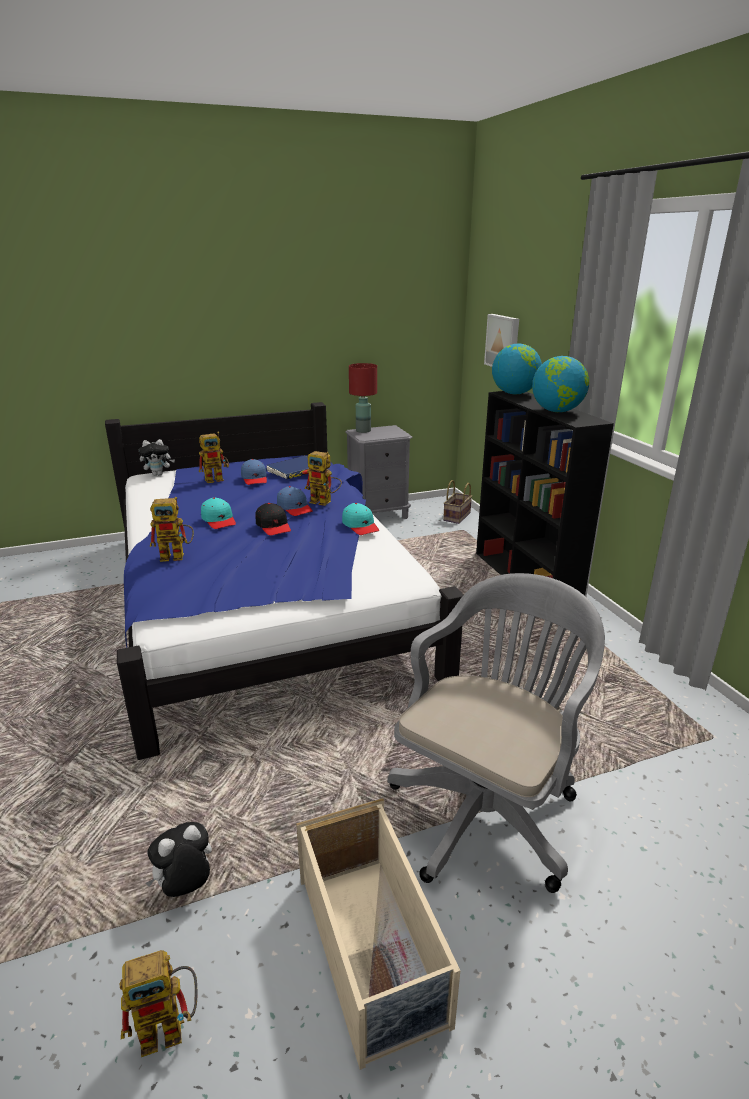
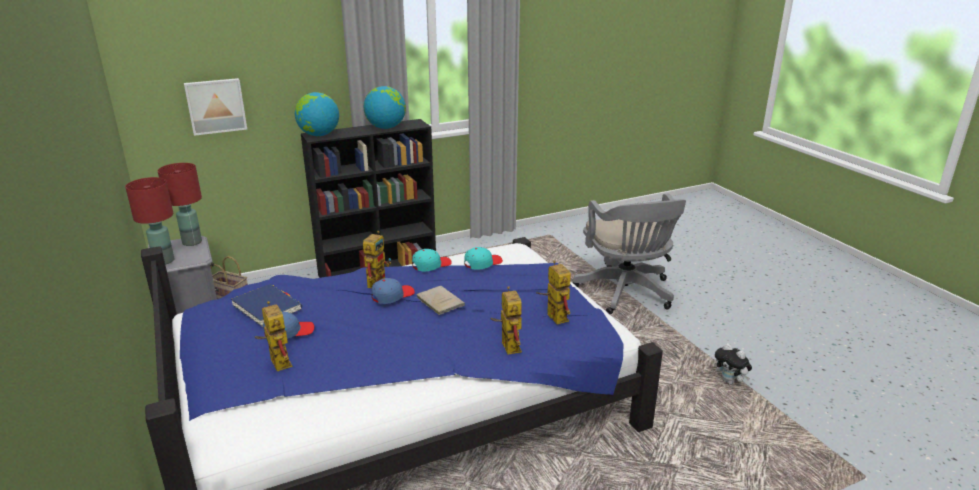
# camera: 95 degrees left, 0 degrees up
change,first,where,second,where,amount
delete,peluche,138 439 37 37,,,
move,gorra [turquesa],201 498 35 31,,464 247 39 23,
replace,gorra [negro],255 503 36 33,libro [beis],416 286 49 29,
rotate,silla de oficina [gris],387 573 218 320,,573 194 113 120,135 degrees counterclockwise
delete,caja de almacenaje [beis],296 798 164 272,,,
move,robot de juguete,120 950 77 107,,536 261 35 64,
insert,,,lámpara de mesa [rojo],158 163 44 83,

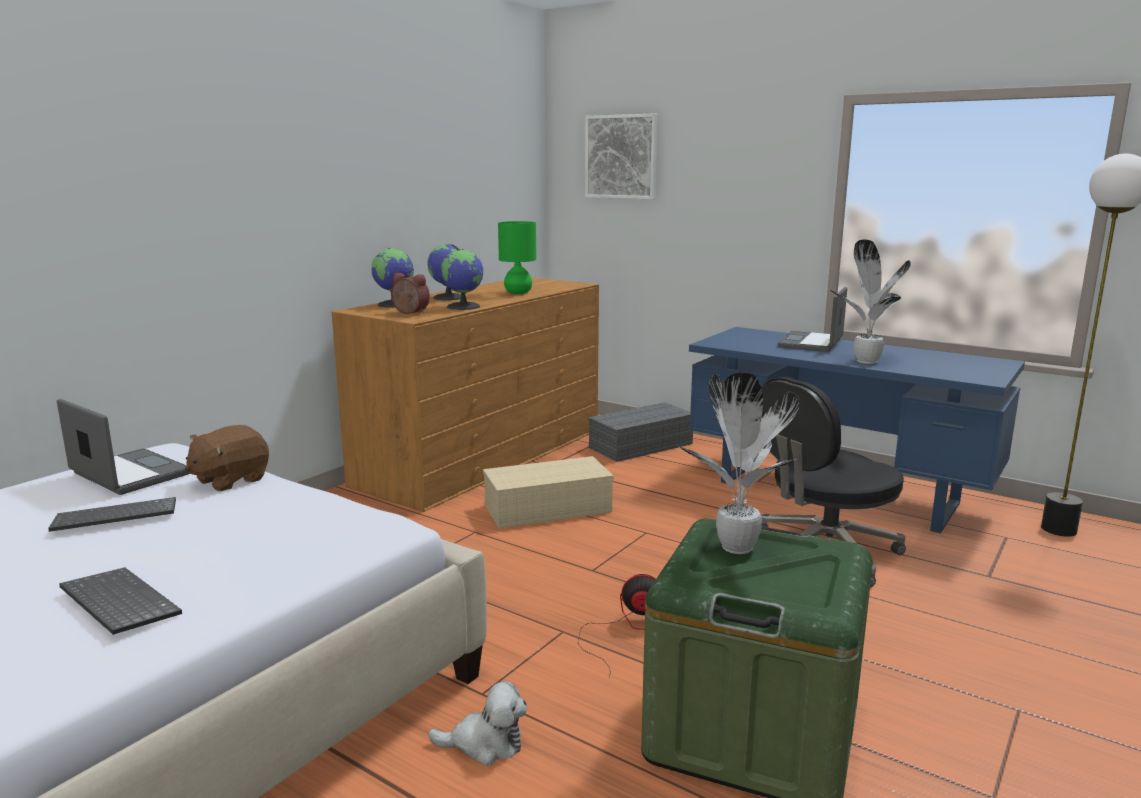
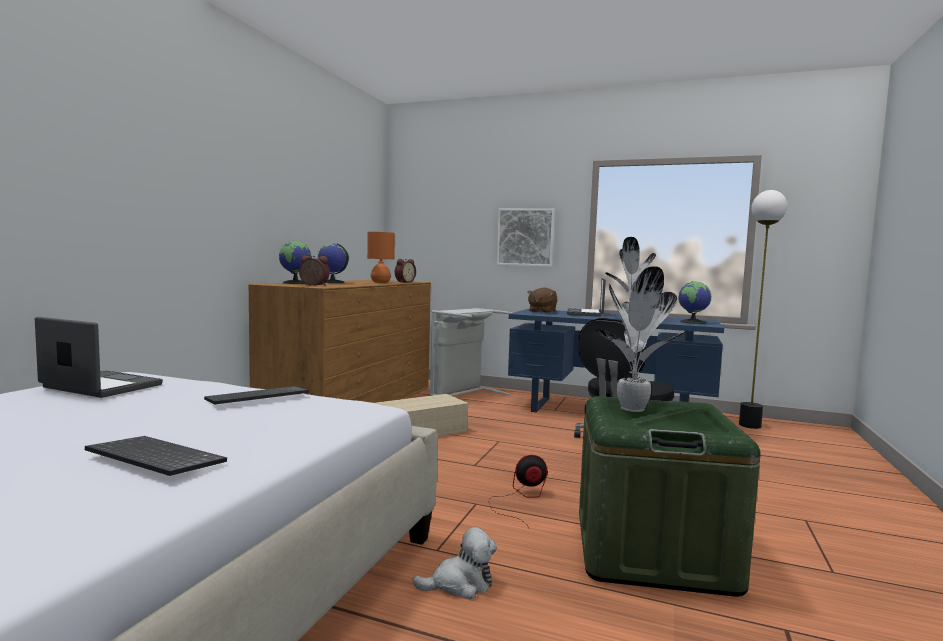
# camera: 15 degrees left, 10 degrees down
change,first,where,second,where,amount
move,cuadro,585 113 73 86,,497 208 58 59,
recolor,lámpara de mesa [verde],498 221 38 73,lámpara de mesa [naranja],367 232 28 51,
move,globo terráqueo,441 249 42 61,,678 281 34 43,
replace,caja de almacenaje [gris],588 402 105 60,cesto de la ropa [gris],430 308 83 97,
move,peluche [marrón],185 425 84 67,,527 287 31 26,
move,teclado,48 497 128 35,,204 386 105 18,
insert,,,despertador,395 259 21 24,

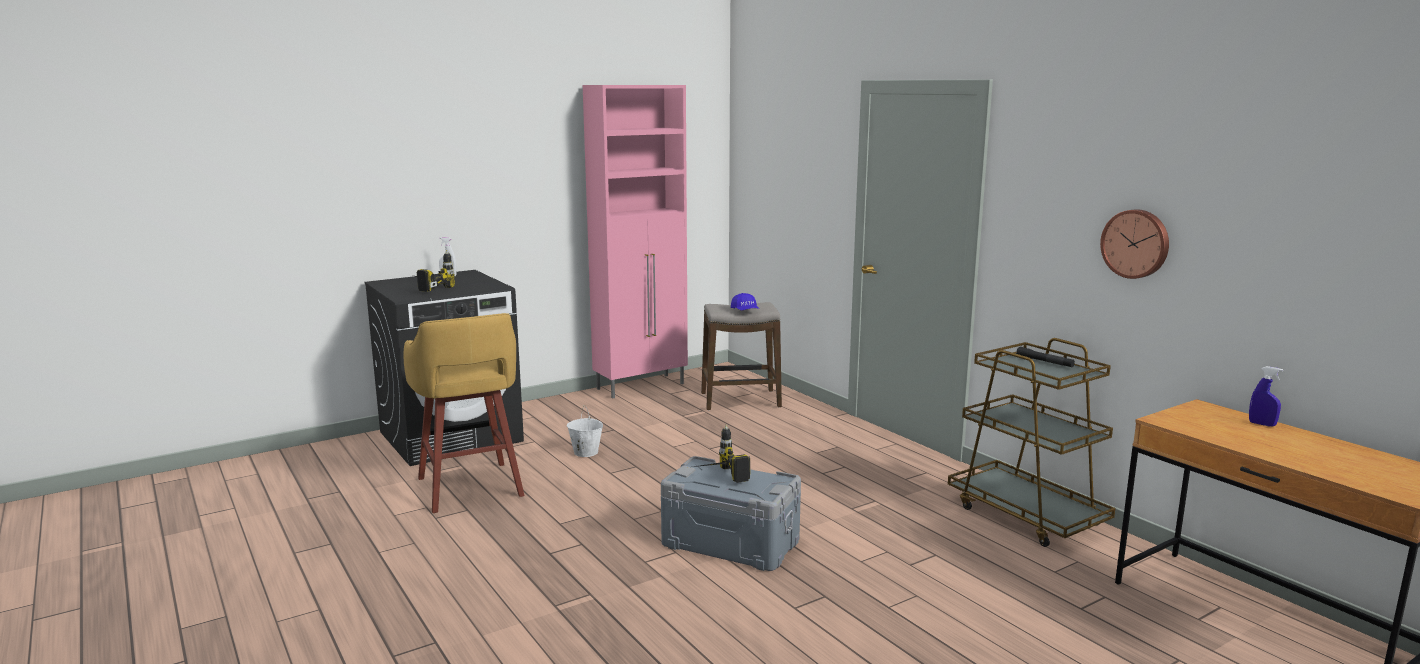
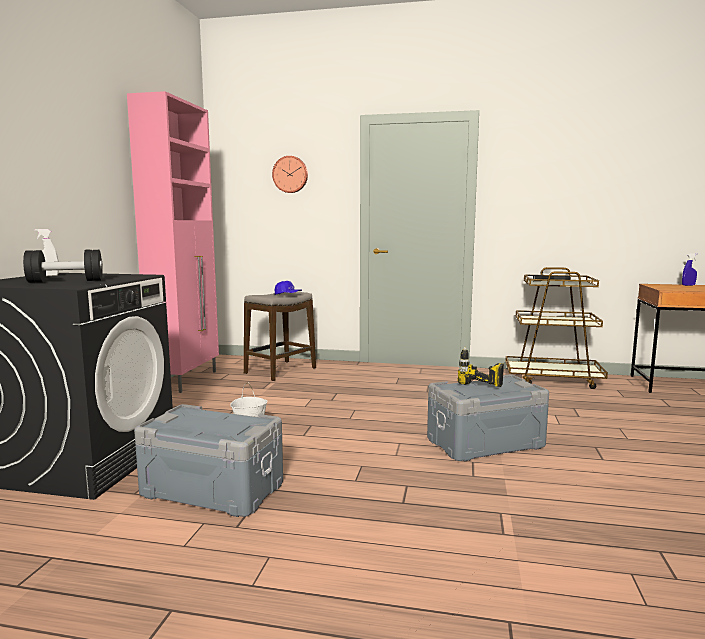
# camera: 45 degrees left, 5 degrees down
change,first,where,second,where,amount
move,reloj de pared,1100 209 69 70,,272 156 36 37,
replace,taladro,417 250 38 42,mancuerna [negro],23 250 80 33,
replace,taburete [amarillo],403 313 121 200,caja de almacenaje [gris],134 404 149 113,

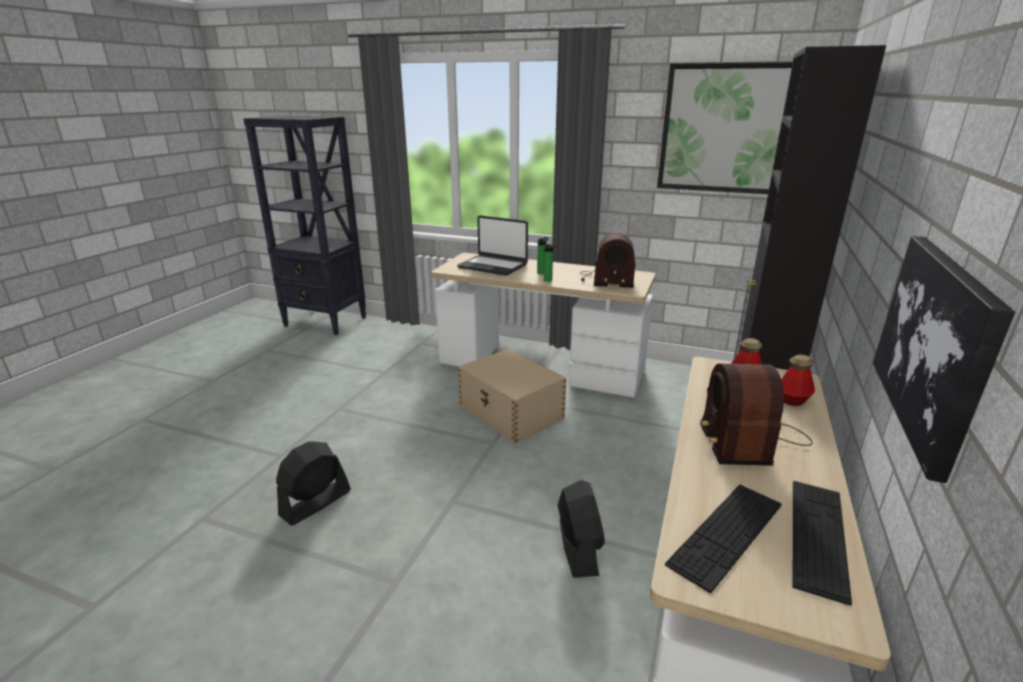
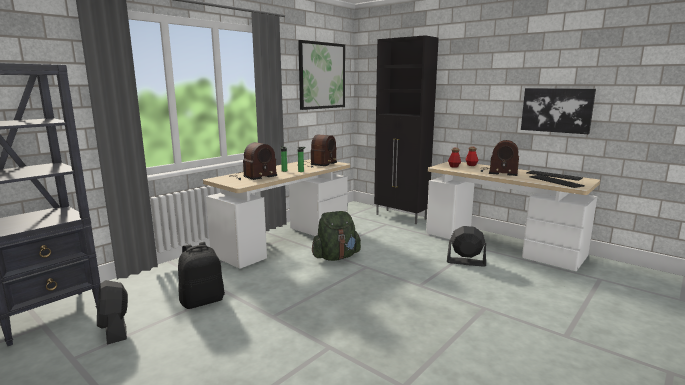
# camera: 70 degrees left, 10 degrees down
change,first,where,second,where,amount
replace,portátil,457 215 71 61,radio,229 142 48 38,
replace,caja de almacenaje [beis],458 349 108 95,mochila [verde],312 211 49 50,
move,ventilador [negro],276 441 75 84,,97 280 31 64,
insert,,,mochila [negro],178 242 47 67,

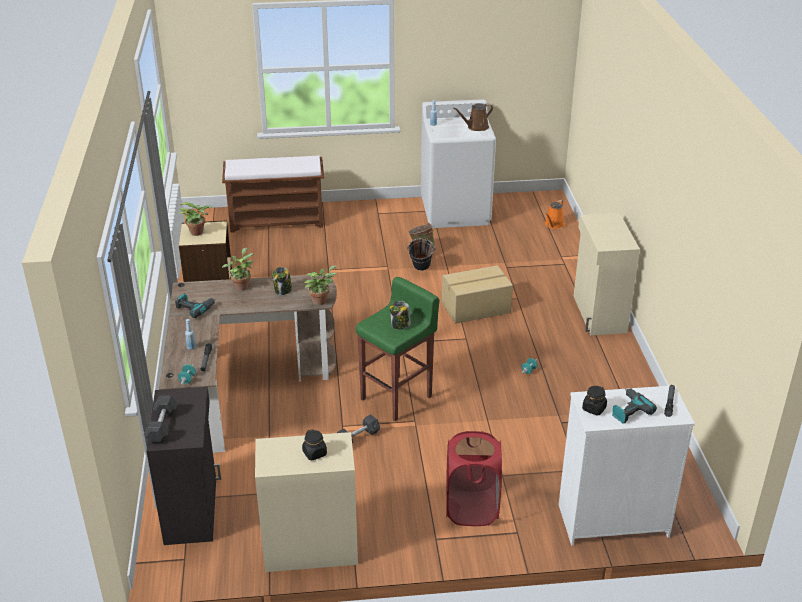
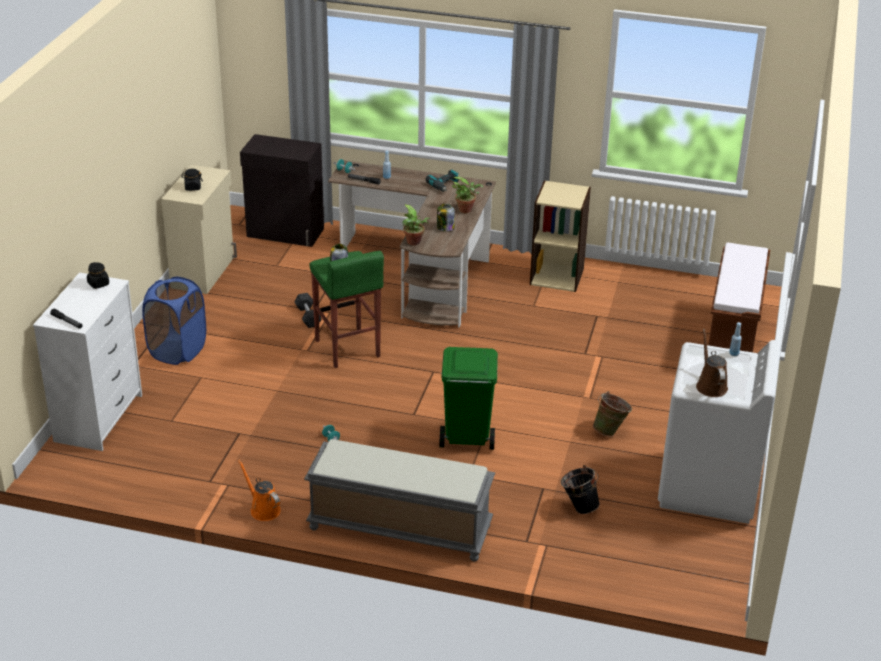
# camera: 110 degrees right, 0 degrees up
change,first,where,second,where,amount
move,regadera [naranja],545 200 20 29,,238 460 43 61,
delete,planta en maceta,180 202 32 34,,,
replace,armario [beis],574 213 66 122,banco [gris],304 439 191 123,
move,cubo [negro],407 238 28 33,,561 465 39 49,
replace,caja de cartón,442 265 71 59,papelera [verde],439 347 59 103,
delete,taladro,612 388 45 36,,,
delete,mancuerna [gris],144 395 34 48,,,
recolor,cesto de la ropa [rojo],446 431 56 95,cesto de la ropa [azul],142 277 64 88,

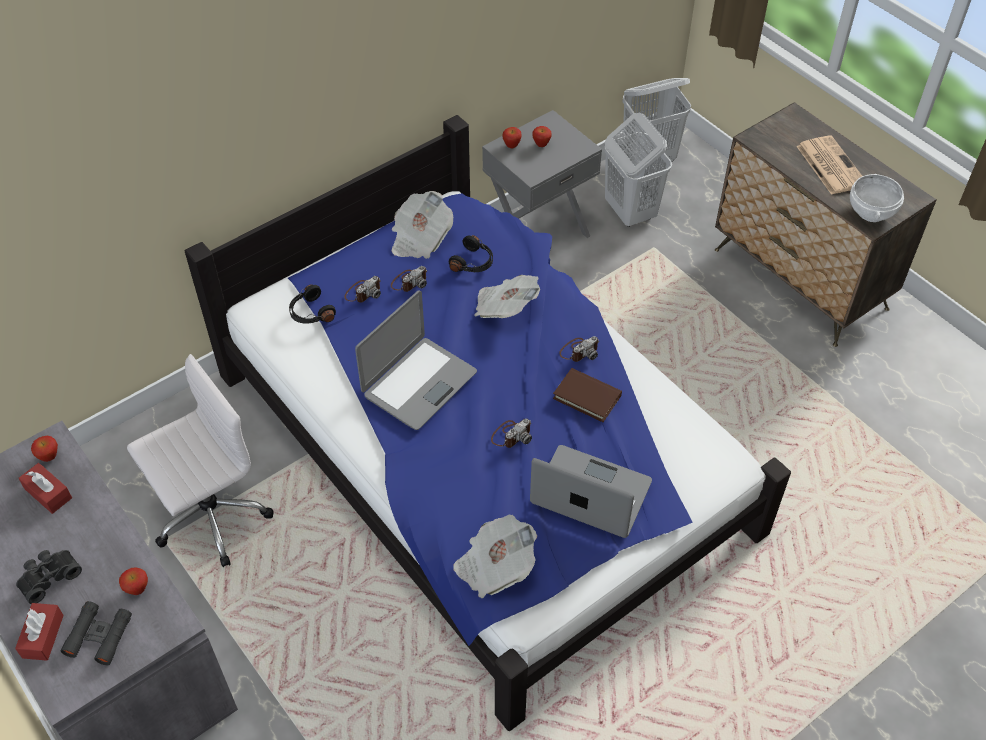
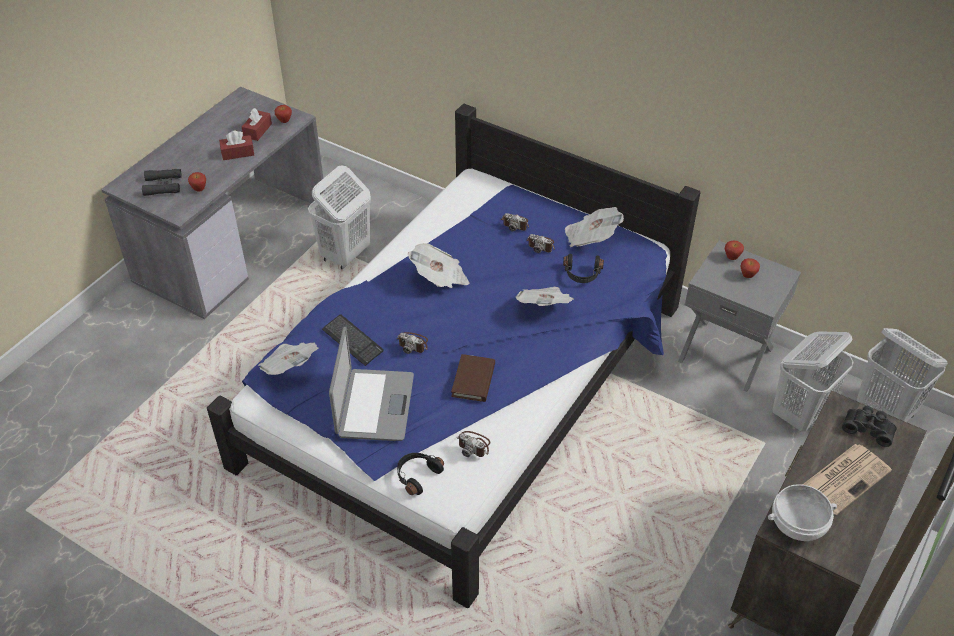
# camera: 70 degrees right, 5 degrees down
change,first,where,second,where,amount
move,auriculares [negro],289 284 47 40,,397 453 47 42,
replace,portátil,355 290 122 140,periódico,408 243 61 45,
move,cámara,559 336 40 26,,457 431 33 26,
replace,silla de oficina [blanco],127 354 146 213,cesto de la ropa [blanco],308 165 63 105,
move,prismáticos [negro],16 550 66 54,,842 406 55 41,
move,caja de pañuelos [rojo],15 603 49 58,,219 130 35 30,
insert,,,teclado,322 314 62 52,

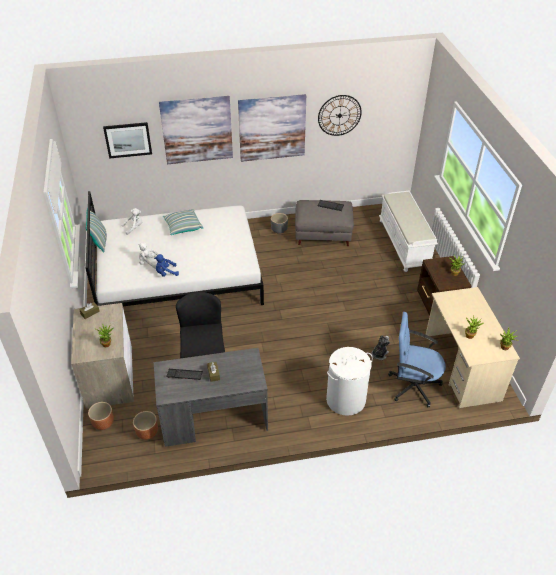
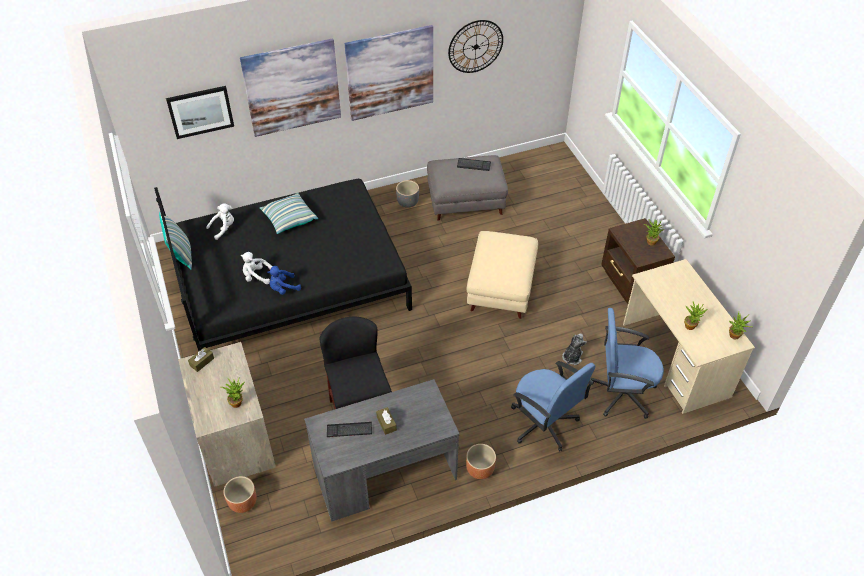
# camera: 10 degrees left, 5 degrees up
change,first,where,second,where,amount
recolor,cama [blanco],85 191 179 115,cama [negro],154 179 258 172,
delete,banco [blanco],379 191 59 81,,,
replace,cesto de la ropa [blanco],326 347 47 69,silla de oficina [azul],511 361 84 90,
move,maceta [marrón],133 411 25 29,,466 444 30 35,
insert,,,puf [beis],467 231 71 88,

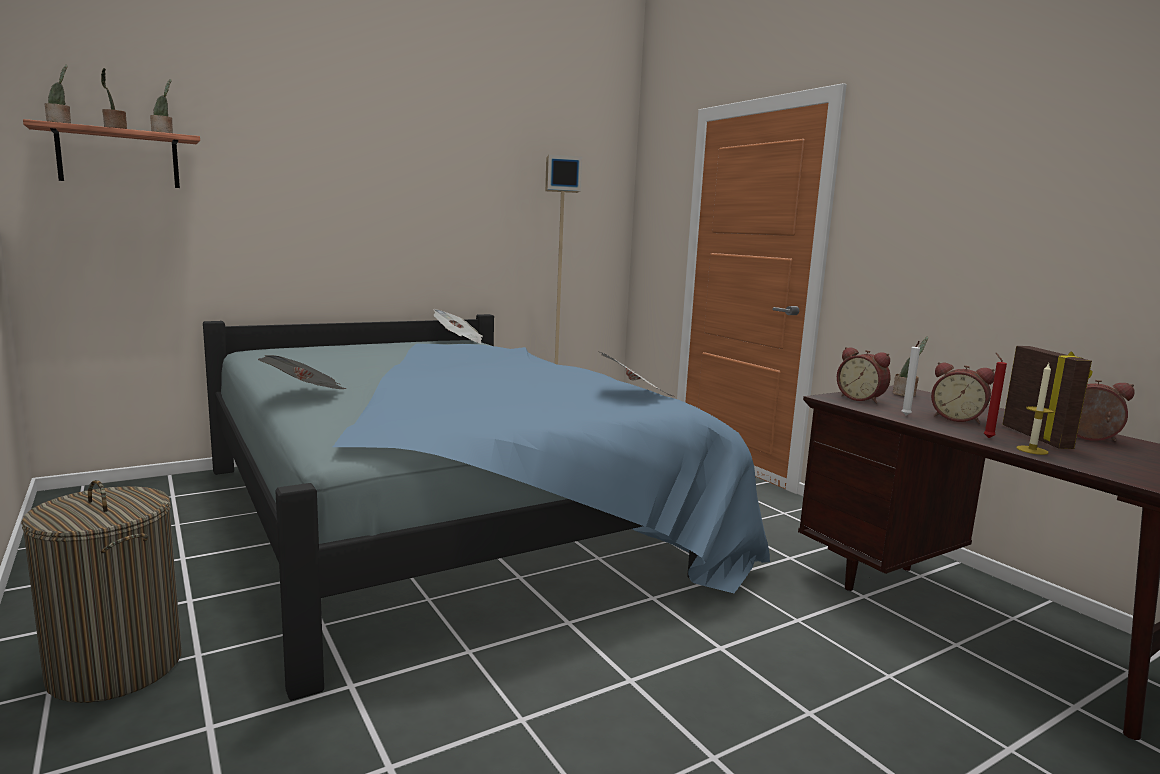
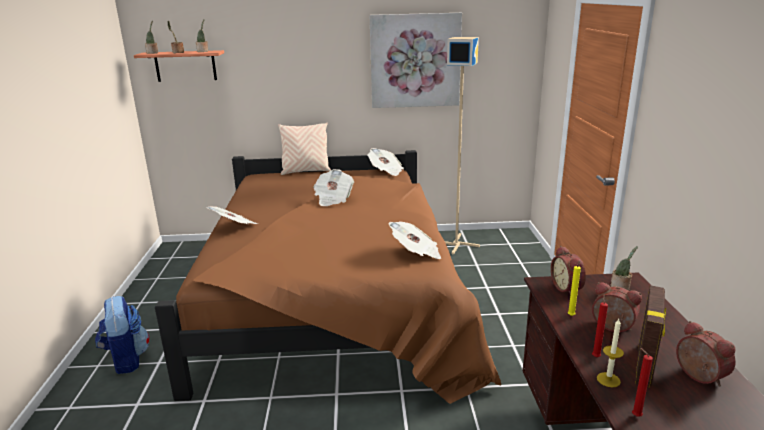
# camera: 30 degrees right, 10 degrees up
change,first,where,second,where,amount
recolor,cama [azul],203 314 567 387,cama [marrón],155 150 346 254,
recolor,vela [blanco],902 341 18 74,vela [amarillo],568 264 13 52,
rotate,despertador,931 362 64 62,,592 282 50 50,150 degrees clockwise
replace,cesto de la ropa,21 480 161 223,mochila,95 296 55 78,
insert,,,cuadro,370 13 92 95,
insert,,,cojín [beis],278 123 53 52,
insert,,,periódico,313 169 41 37,
insert,,,vela [rojo],632 348 21 69,

